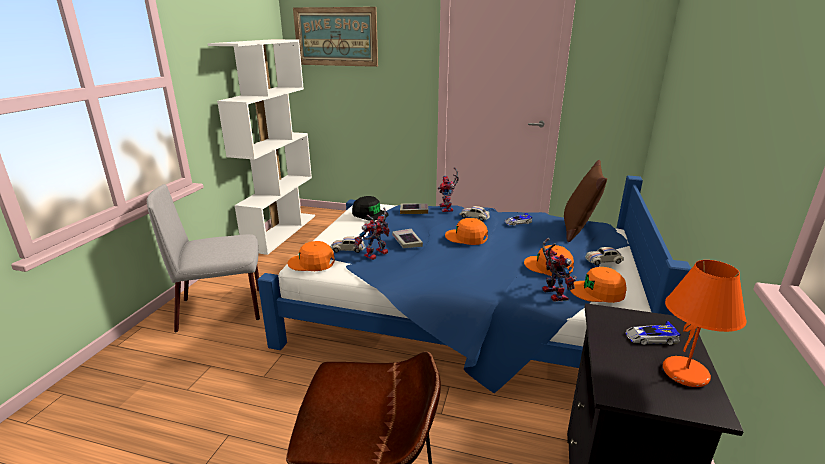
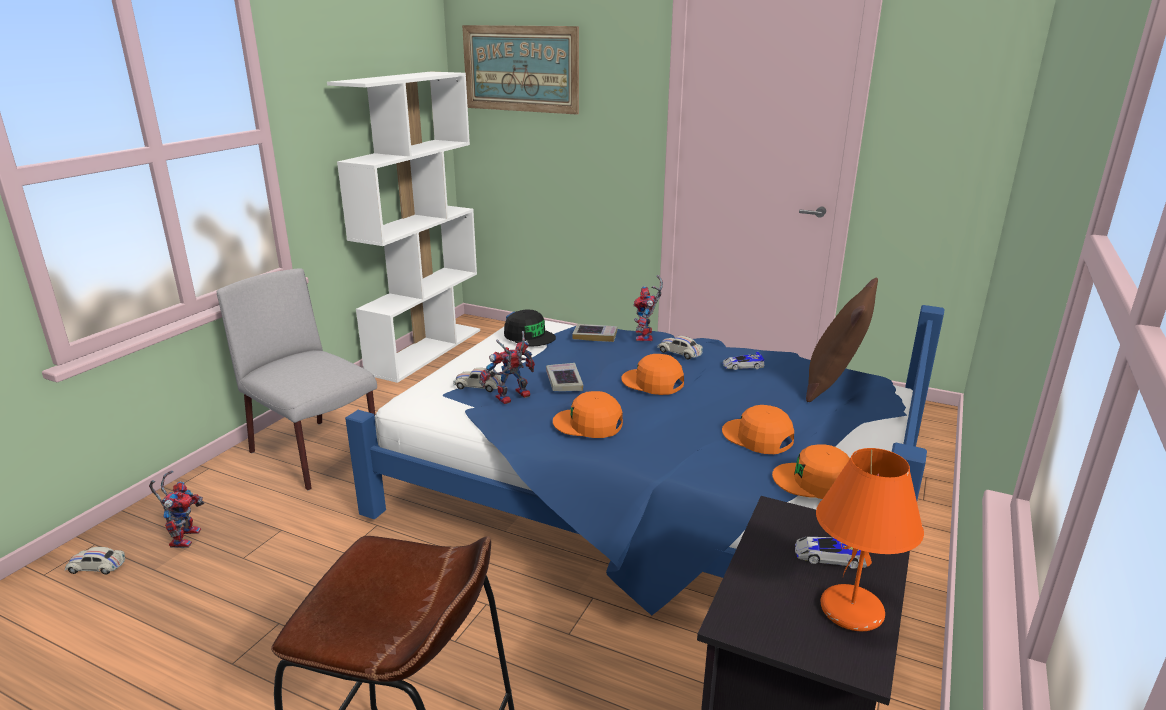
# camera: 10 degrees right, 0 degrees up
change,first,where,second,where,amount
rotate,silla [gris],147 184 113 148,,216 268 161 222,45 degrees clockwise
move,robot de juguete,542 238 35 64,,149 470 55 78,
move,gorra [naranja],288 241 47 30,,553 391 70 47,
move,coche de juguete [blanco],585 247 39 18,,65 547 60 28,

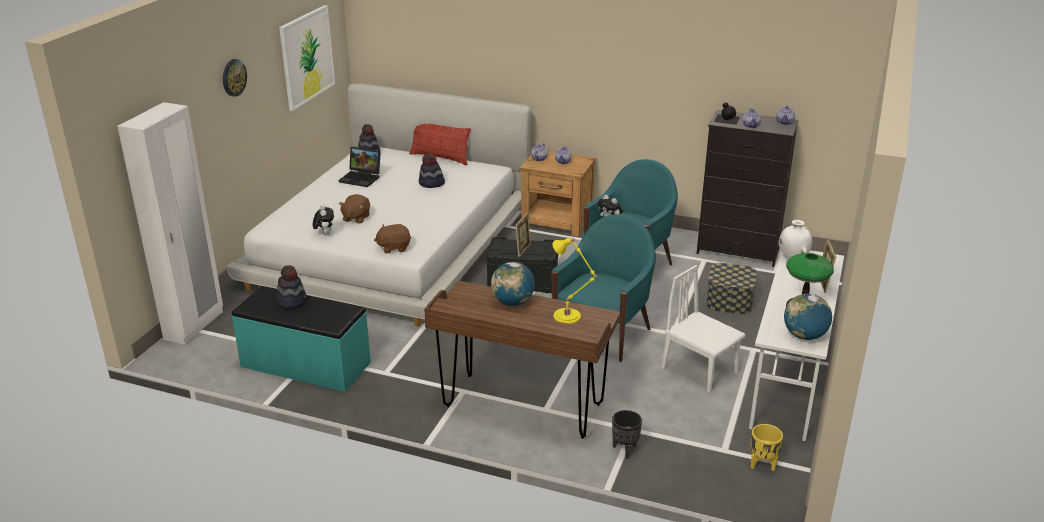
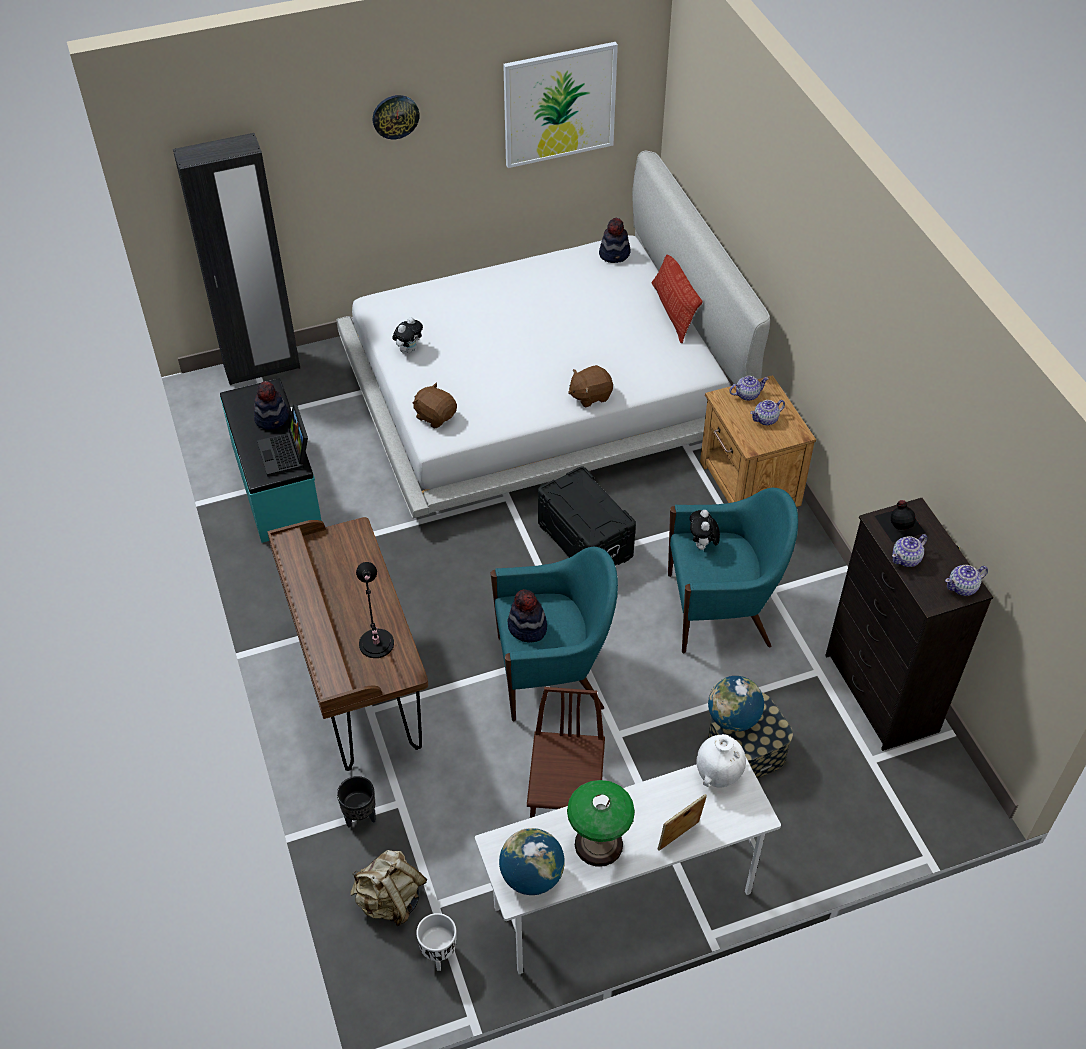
# camera: 50 degrees right, 20 degrees up
change,first,where,second,where,amount
recolor,armario ropero [blanco],117 102 106 243,armario ropero [negro],173 133 127 252,
move,portátil,339 147 42 40,,257 404 51 73,
move,sombrero,419 153 26 35,,508 589 39 54,
move,peluche [marrón],339 194 31 30,,568 365 45 43,
delete,portarretratos,516 213 15 44,,,
recolor,lámpara de mesa [amarillo],553 238 44 86,lámpara de mesa [negro],356 562 38 96,
move,globo terráqueo,491 262 44 44,,708 676 56 56,
recolor,silla [blanco],662 265 83 128,silla [marrón],527 687 78 131,
recolor,maceta [amarillo],751 424 32 47,maceta [blanco],416 913 40 58,
insert,,,mochila [beis],350 850 78 76,

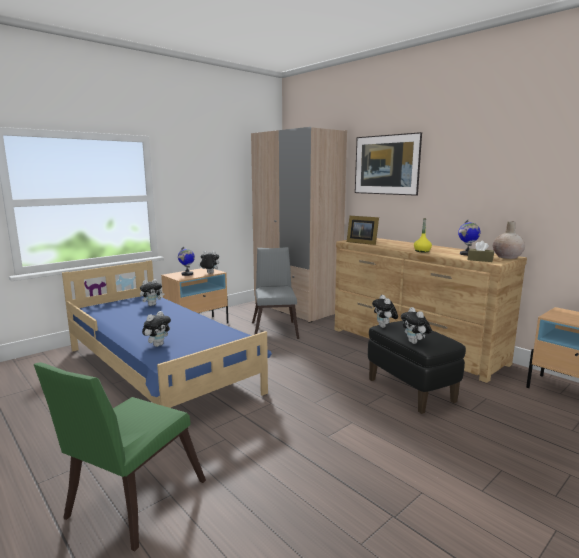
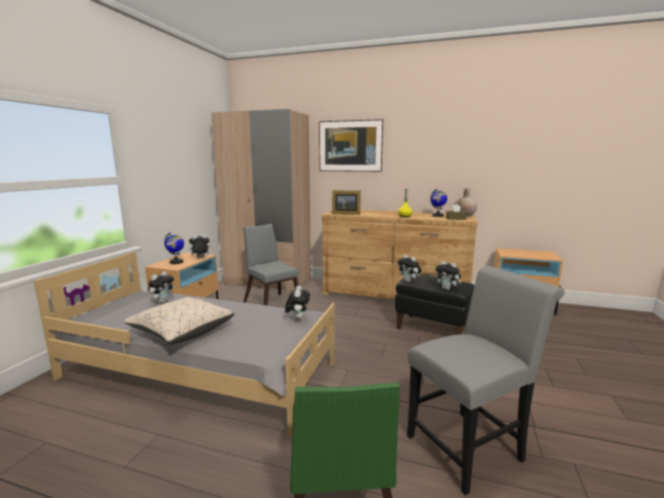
# camera: 30 degrees left, 0 degrees up
change,first,where,second,where,amount
recolor,cama [azul],62 260 210 148,cama [gris],34 252 301 186,
move,peluche,142 311 29 36,,285 286 25 35,
insert,,,silla [gris],407 266 157 229,
insert,,,cojín [beis],124 297 111 47,

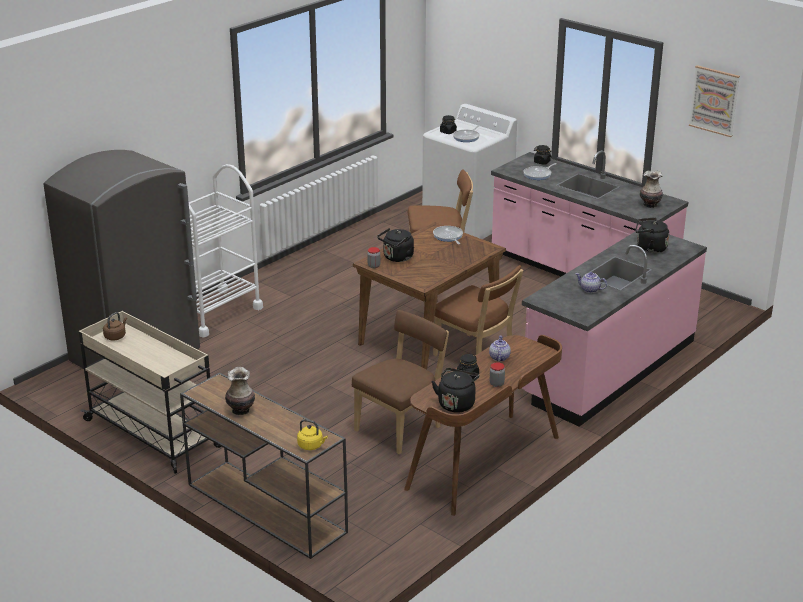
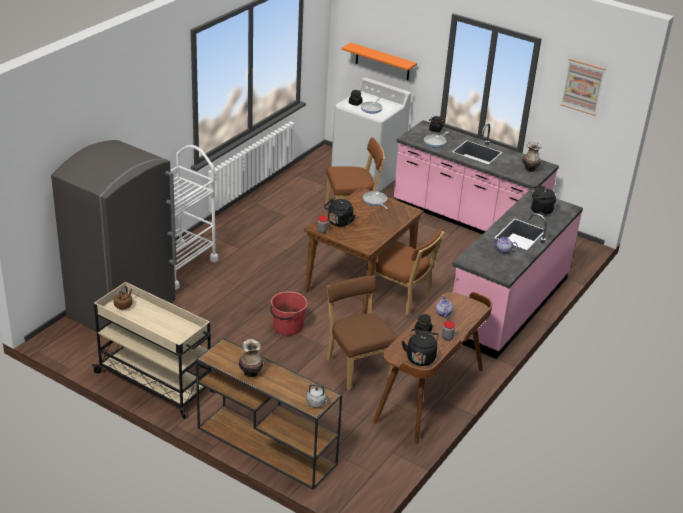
# camera: 10 degrees left, 5 degrees up
change,first,where,second,where,amount
rotate,silla [marrón],352 310 97 144,,327 275 71 115,60 degrees counterclockwise
recolor,hervidor [amarillo],297 419 31 31,hervidor [gris],306 384 26 24,
insert,,,estante [naranja],341 43 76 37,
insert,,,cubo [rojo],270 291 38 44,

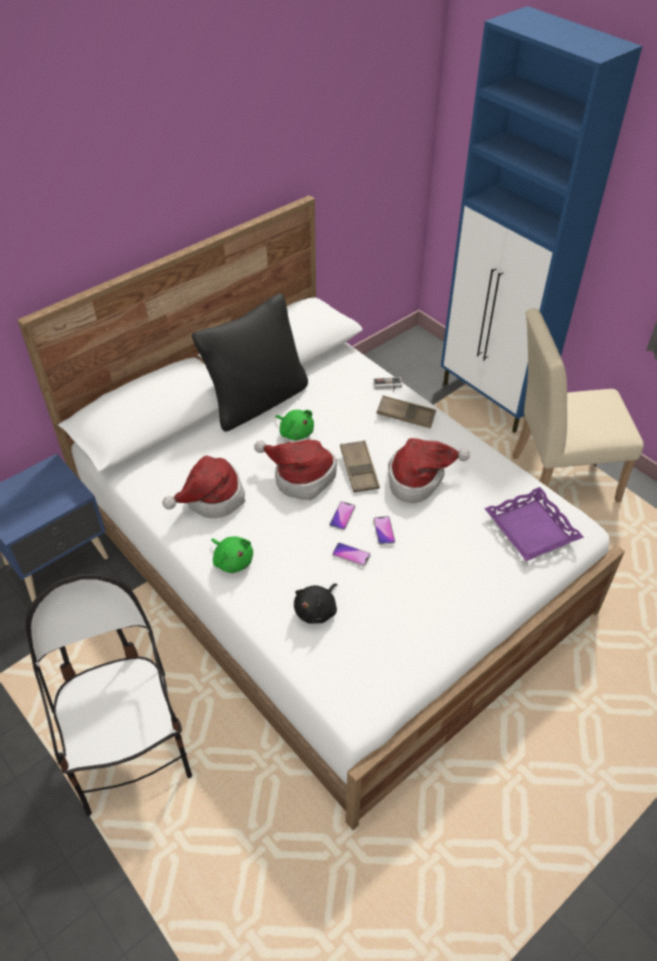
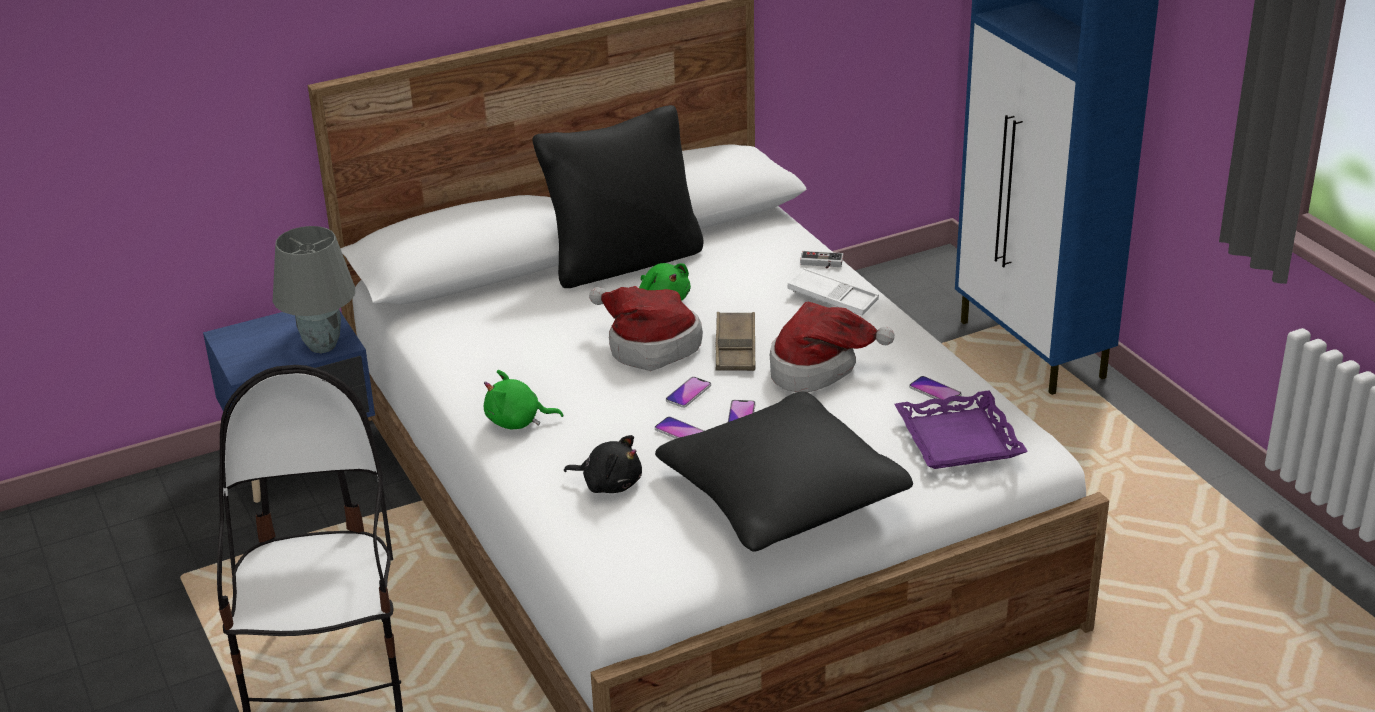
# camera: 15 degrees right, 15 degrees down
change,first,where,second,where,amount
delete,silla [beis],512 308 132 194,,,
recolor,bandeja [marrón],376 395 60 34,bandeja [blanco],787 268 92 48,
delete,sombrero,162 455 83 63,,,
rotate,peluche [verde],211 536 42 37,,484 370 80 59,120 degrees clockwise
rotate,peluche [negro],294 583 43 41,,564 435 78 58,120 degrees counterclockwise
insert,,,lámpara de mesa [gris],272 226 83 127,
insert,,,móvil,909 376 53 28,
insert,,,cojín [negro],655 392 258 160,

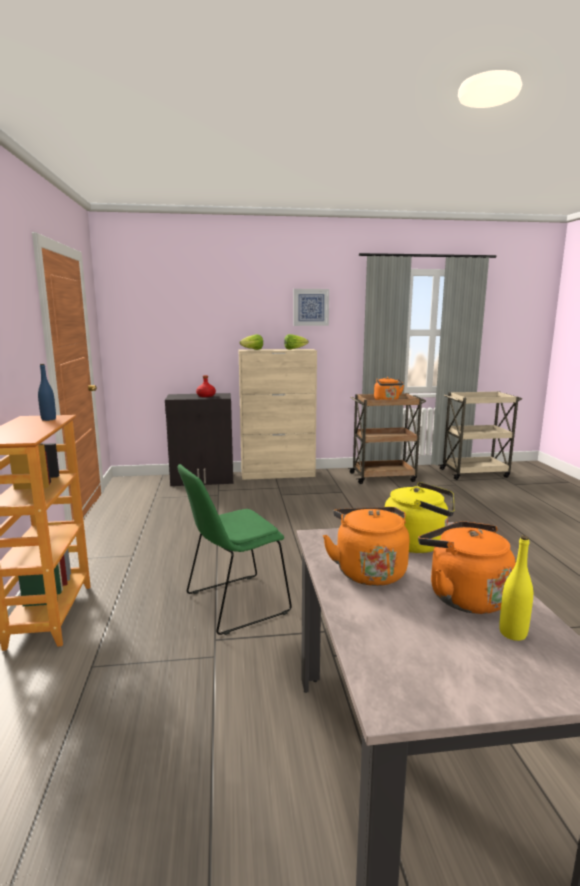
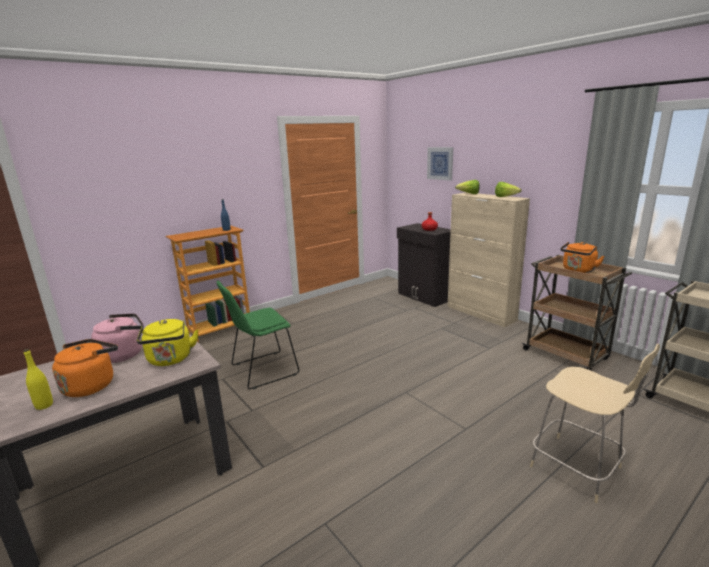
# camera: 60 degrees right, 5 degrees up
change,first,where,second,where,amount
move,cuadro,293 289 36 37,,427 147 26 34,
rotate,silla [verde],178 464 114 171,,216 280 83 110,60 degrees counterclockwise
recolor,hervidor [naranja],323 507 86 79,hervidor [rosa],91 313 53 50,
insert,,,silla [beis],530 344 130 159,

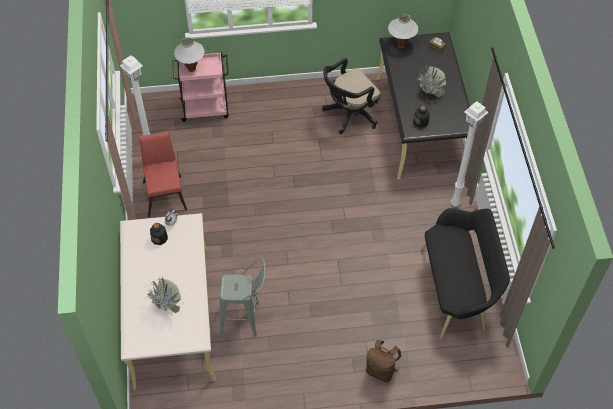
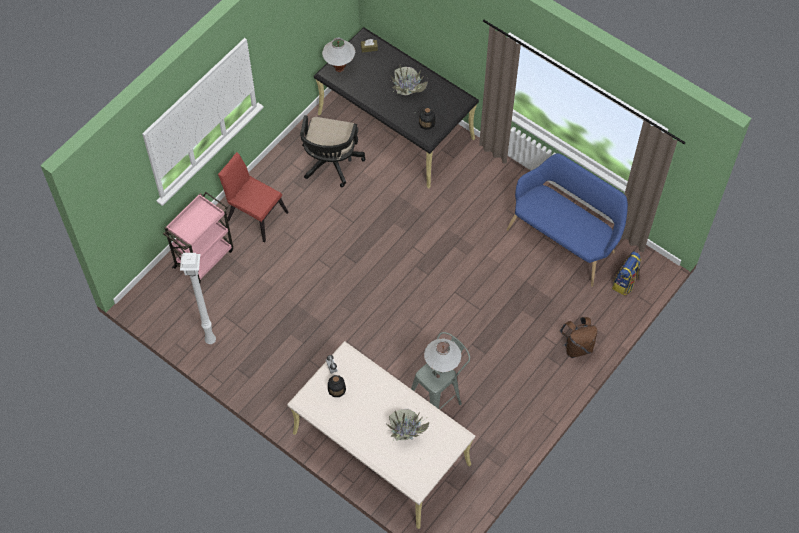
# camera: 45 degrees left, 5 degrees up
change,first,where,second,where,amount
move,lámpara de mesa [blanco],174 37 31 35,,424 338 37 34,
delete,lámpara de pie [blanco],451 101 38 105,,,
move,silla [rojo],139 131 48 86,,218 152 71 91,
recolor,banco [negro],421 208 89 131,banco [azul],506 153 122 134,
insert,,,mochila,612 251 29 45,

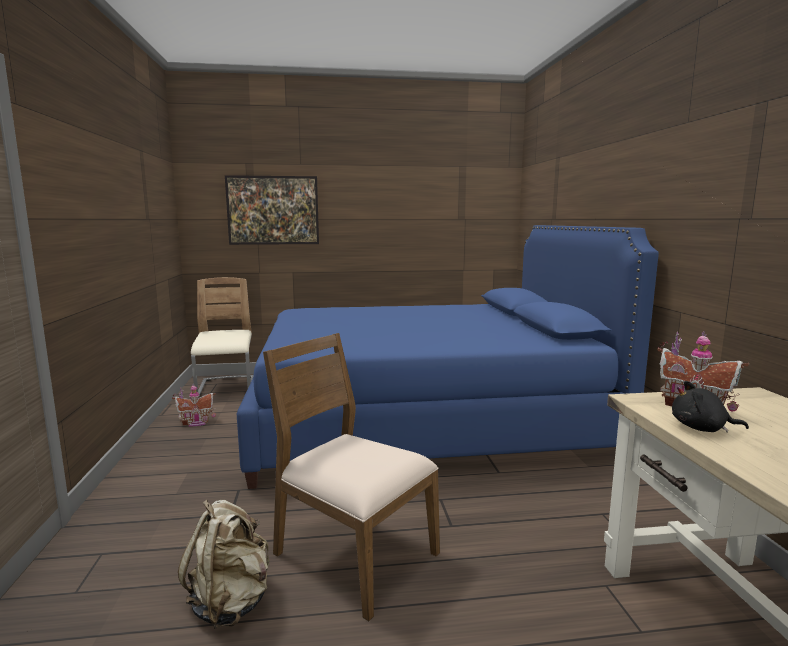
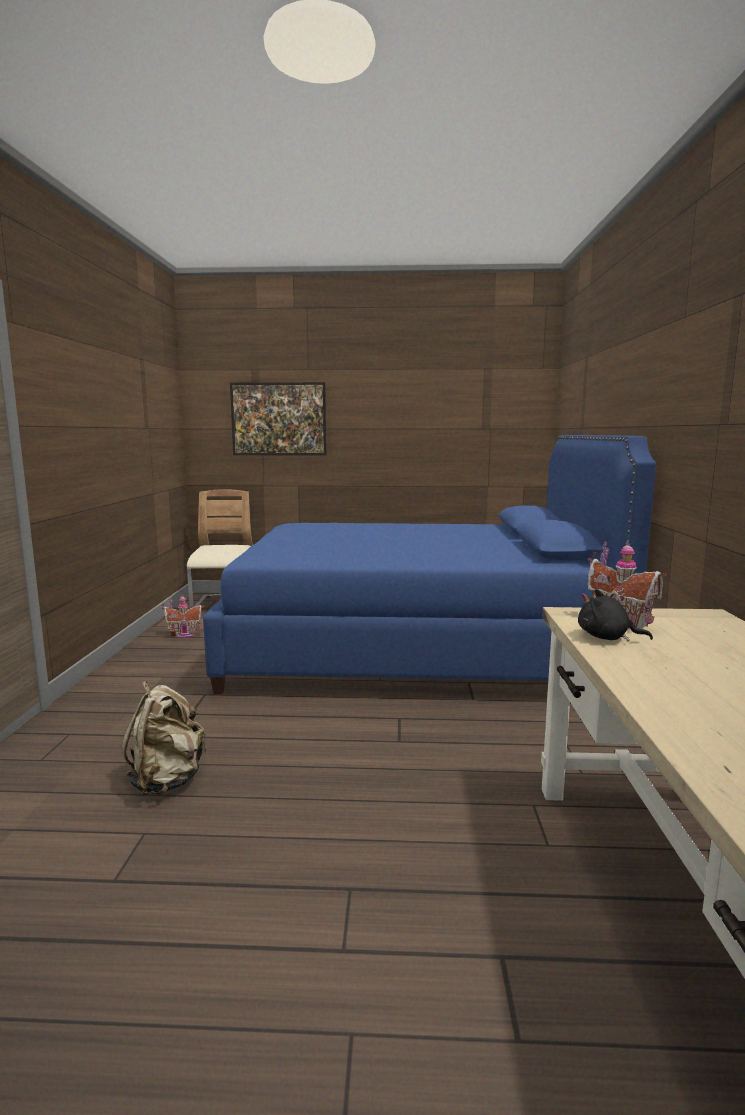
# camera: 10 degrees right, 0 degrees up
change,first,where,second,where,amount
delete,silla [marrón],263 333 177 288,,,

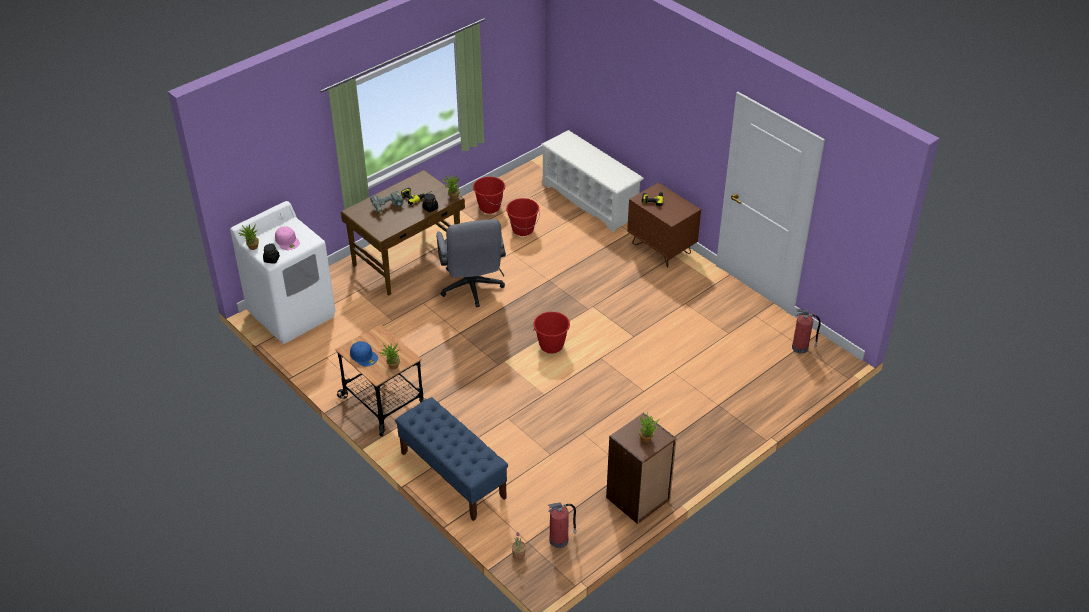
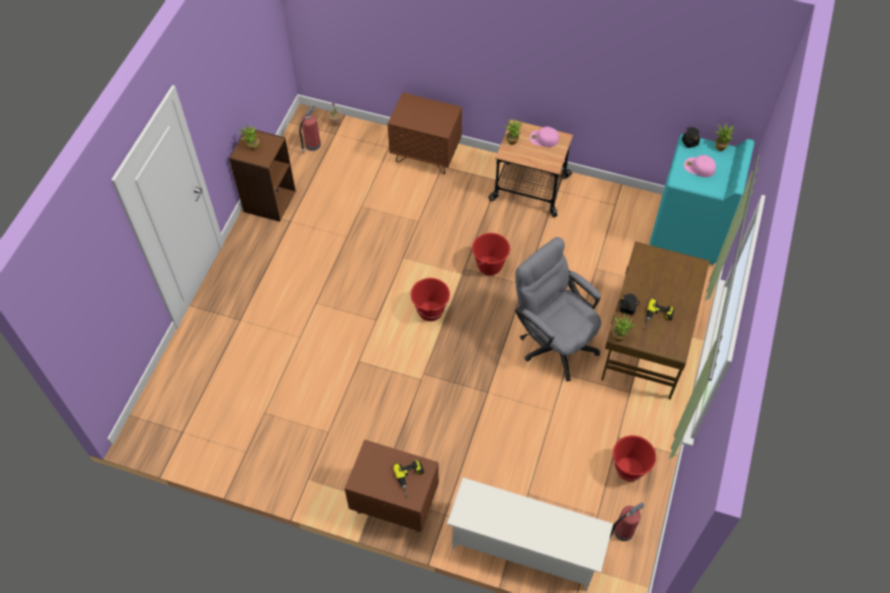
# camera: 150 degrees right, 15 degrees up
change,first,where,second,where,amount
delete,taladro,370 191 35 23,,,
move,cubo [rojo],506 198 34 38,,472 233 38 43,
recolor,lavadora [blanco],230 201 105 143,lavadora [turquesa],649 134 105 131,
move,extintor,792 309 29 45,,609 502 36 39,
recolor,gorra [azul],350 341 28 26,gorra [rosa],529 127 30 20,
replace,banco [azul],395 397 113 124,mesita de noche [marrón],388 92 74 82,

